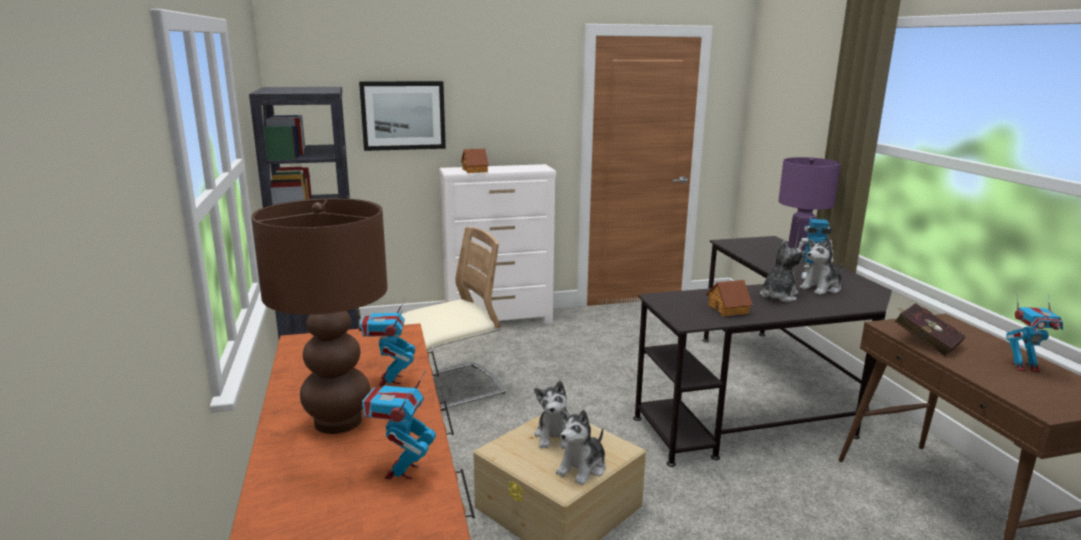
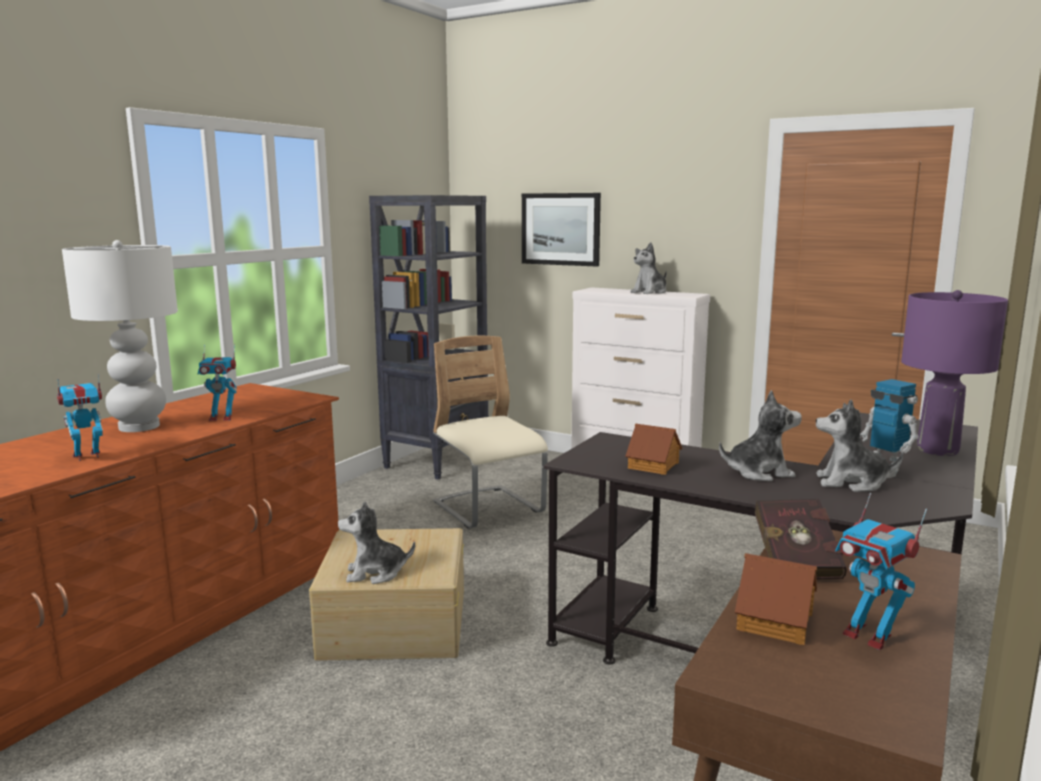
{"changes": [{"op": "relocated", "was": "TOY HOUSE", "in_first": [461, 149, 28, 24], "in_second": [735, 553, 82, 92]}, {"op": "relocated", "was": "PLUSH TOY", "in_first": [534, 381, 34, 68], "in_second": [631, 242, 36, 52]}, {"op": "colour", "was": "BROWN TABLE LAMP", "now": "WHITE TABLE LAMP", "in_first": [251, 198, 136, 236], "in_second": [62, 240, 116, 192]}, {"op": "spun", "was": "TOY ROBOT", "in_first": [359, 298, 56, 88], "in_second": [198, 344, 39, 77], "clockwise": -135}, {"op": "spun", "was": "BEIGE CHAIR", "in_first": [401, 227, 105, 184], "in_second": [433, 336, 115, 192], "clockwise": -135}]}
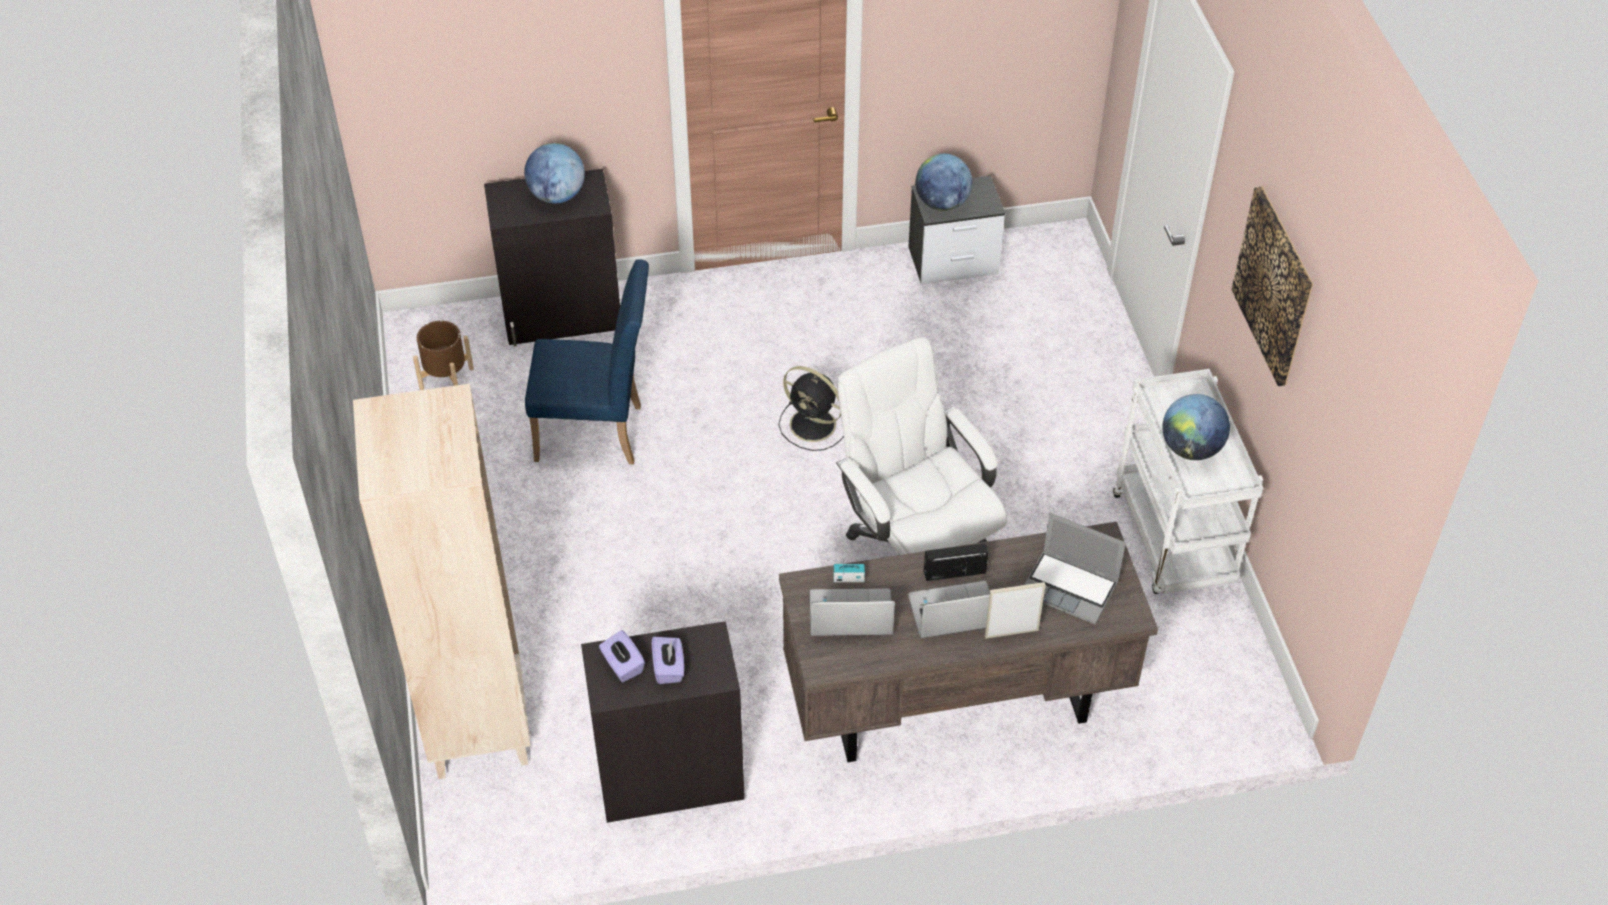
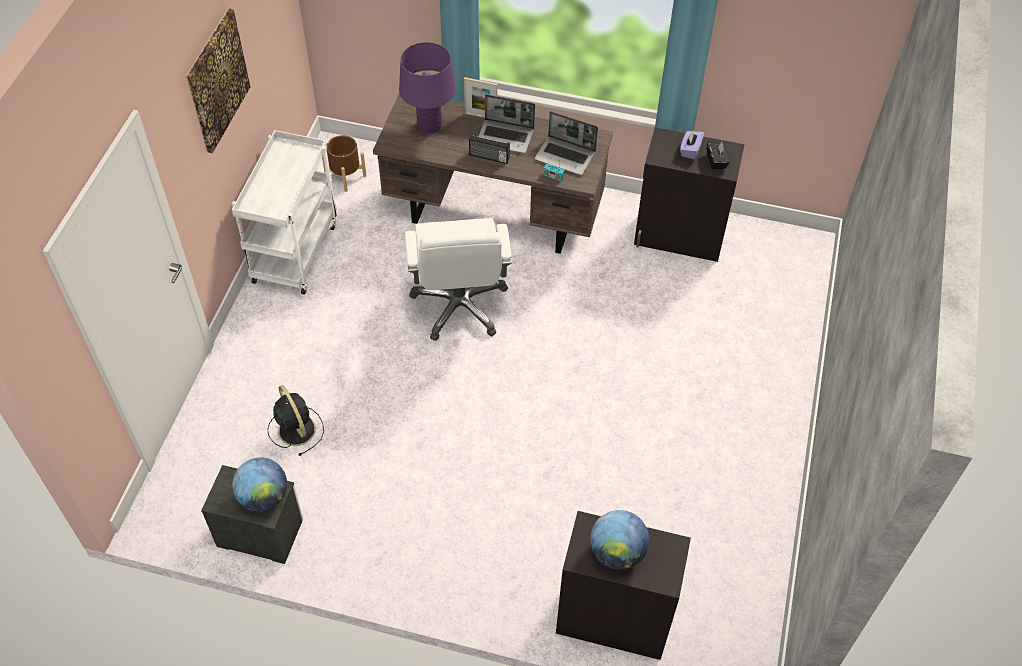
{"changes": [{"op": "missing", "was": "BEIGE BOOKCASE", "in_first": [353, 384, 178, 395]}, {"op": "missing", "was": "BLUE CHAIR", "in_first": [525, 259, 124, 205]}, {"op": "missing", "was": "GLOBE", "in_first": [1162, 394, 68, 66]}, {"op": "relocated", "was": "BROWN PLANTER", "in_first": [413, 321, 61, 69], "in_second": [322, 135, 45, 57]}, {"op": "relocated", "was": "BLACK FAN", "in_first": [778, 366, 66, 85], "in_second": [268, 385, 56, 71]}, {"op": "exchanged", "was": "LAPTOP", "now": "PURPLE TABLE LAMP", "in_first": [1024, 513, 102, 112], "in_second": [399, 42, 57, 91]}, {"op": "colour", "was": "PURPLE TISSUE BOX", "now": "BLACK TISSUE BOX", "in_first": [599, 630, 46, 52], "in_second": [707, 141, 23, 29]}]}
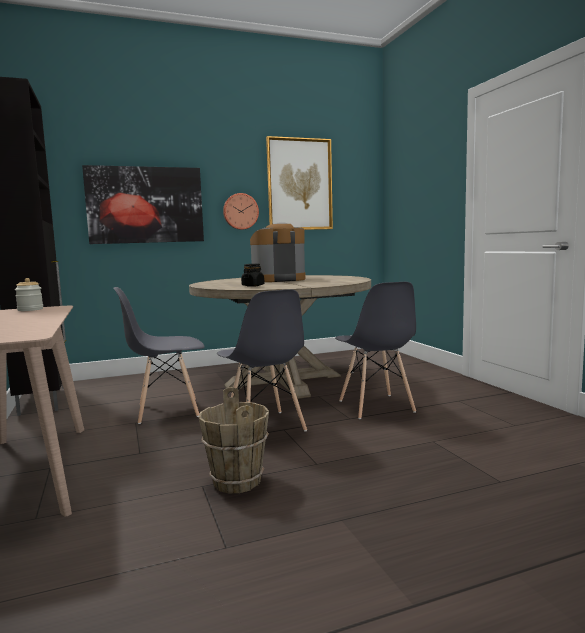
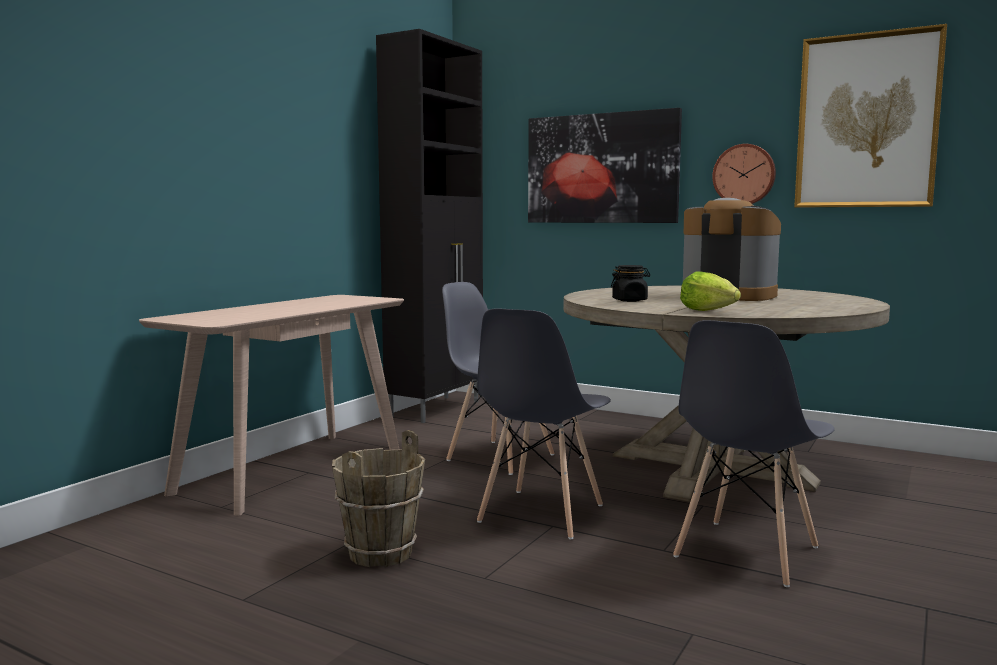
{"changes": [{"op": "missing", "was": "JAR", "in_first": [15, 278, 28, 33]}, {"op": "appeared", "now": "LETTUCE", "in_second": [680, 271, 61, 40]}]}
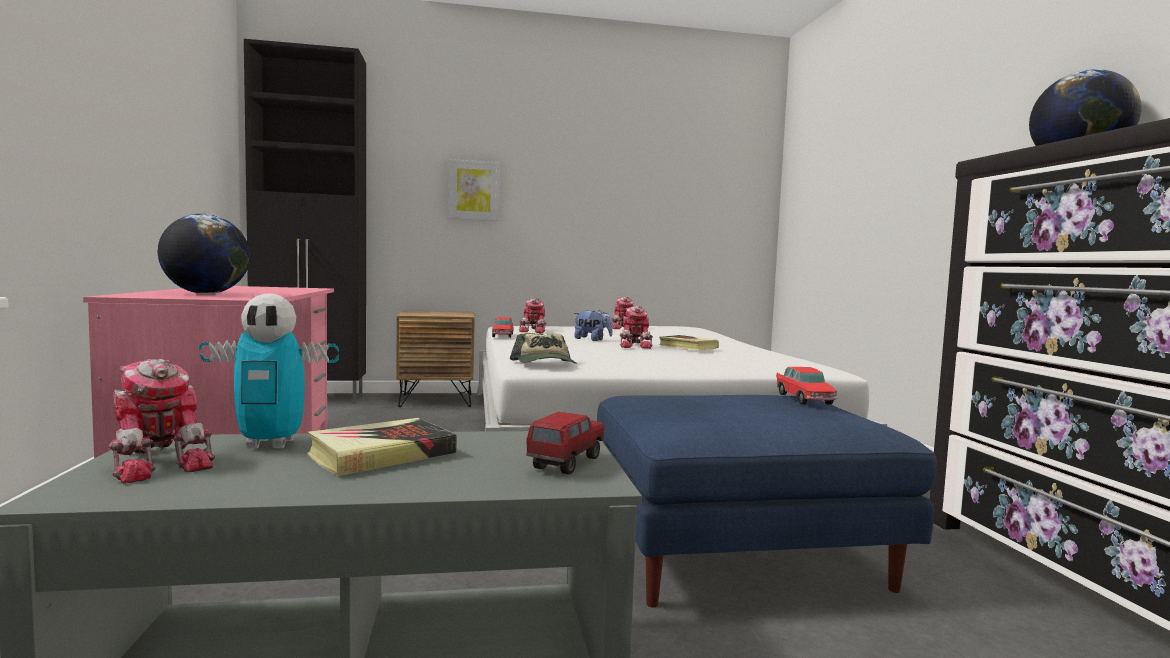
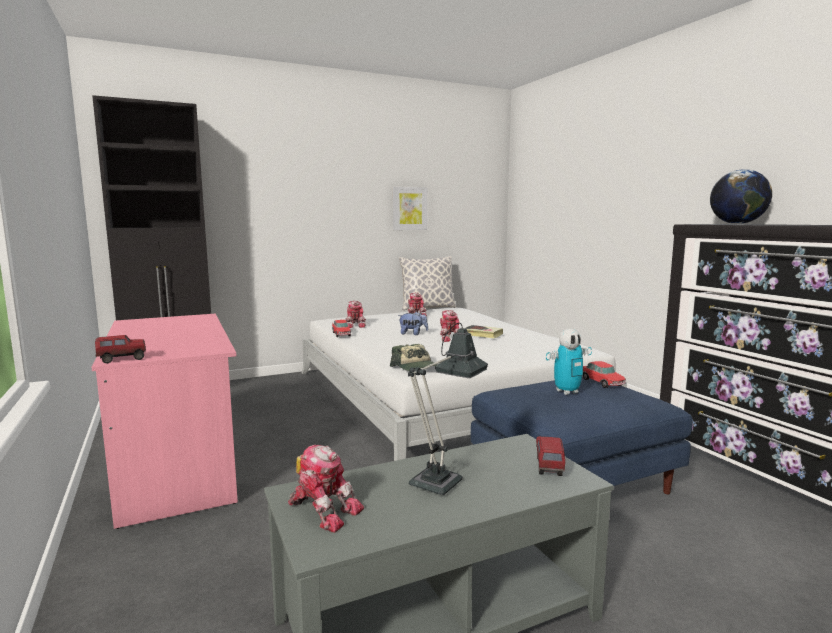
{"changes": [{"op": "missing", "was": "GLOBE", "in_first": [158, 214, 92, 80]}, {"op": "missing", "was": "BROWN NIGHTSTAND", "in_first": [396, 310, 79, 97]}, {"op": "appeared", "now": "TOY TRUCK", "in_second": [95, 335, 51, 28]}, {"op": "appeared", "now": "PILLOW", "in_second": [399, 256, 57, 54]}, {"op": "relocated", "was": "TOY ROBOT", "in_first": [199, 293, 140, 155], "in_second": [546, 329, 46, 66]}, {"op": "relocated", "was": "PICTURE", "in_first": [448, 159, 52, 62], "in_second": [393, 187, 34, 43]}, {"op": "exchanged", "was": "BOOK", "now": "TABLE LAMP", "in_first": [307, 418, 150, 58], "in_second": [408, 323, 80, 172]}]}
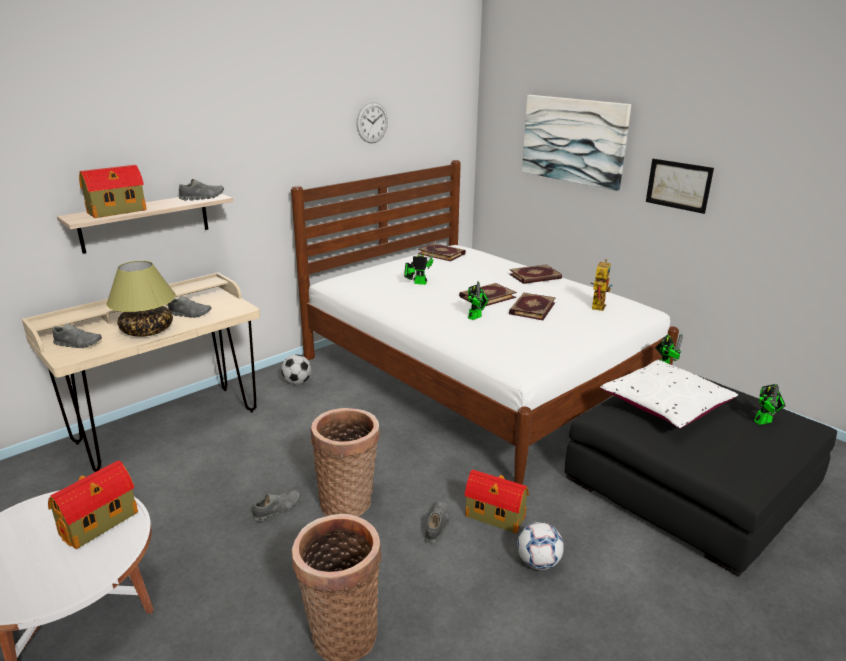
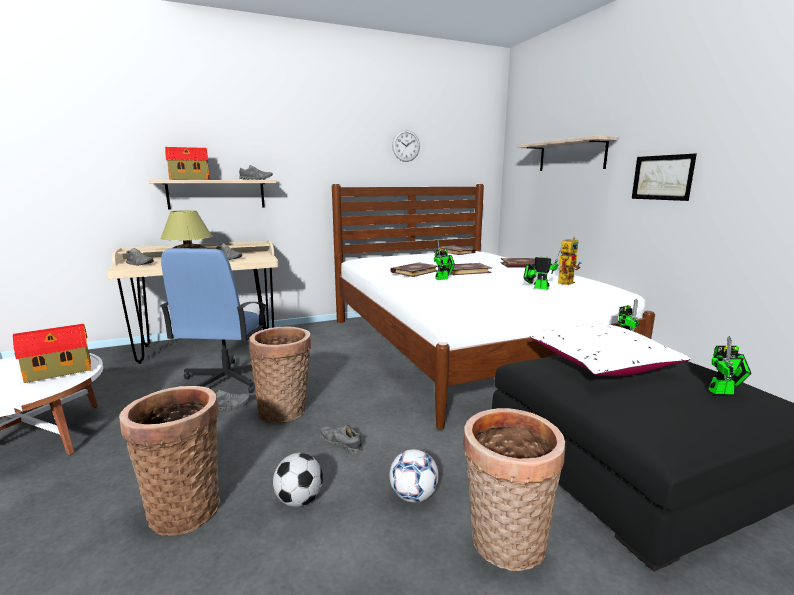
{"changes": [{"op": "missing", "was": "TOY HOUSE", "in_first": [465, 469, 64, 64]}, {"op": "appeared", "now": "BLUE OFFICE CHAIR", "in_second": [160, 248, 107, 145]}, {"op": "appeared", "now": "BASKET", "in_second": [463, 408, 102, 163]}, {"op": "relocated", "was": "FOOTBALL", "in_first": [281, 354, 30, 31], "in_second": [273, 453, 50, 54]}, {"op": "relocated", "was": "TOY ROBOT", "in_first": [404, 241, 32, 44], "in_second": [523, 243, 40, 47]}, {"op": "relocated", "was": "BOOK", "in_first": [509, 293, 47, 27], "in_second": [390, 262, 48, 15]}, {"op": "exchanged", "was": "PICTURE", "now": "SHELF", "in_first": [522, 95, 109, 96], "in_second": [517, 136, 102, 35]}, {"op": "spun", "was": "GREY SHOE", "in_first": [424, 501, 26, 42], "in_second": [320, 425, 43, 29], "clockwise": -90}]}
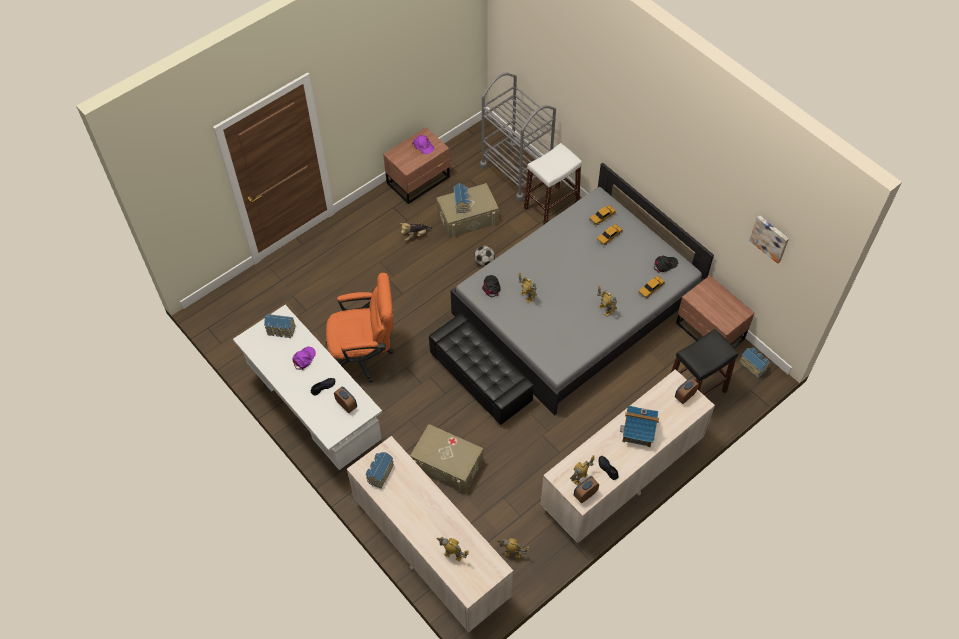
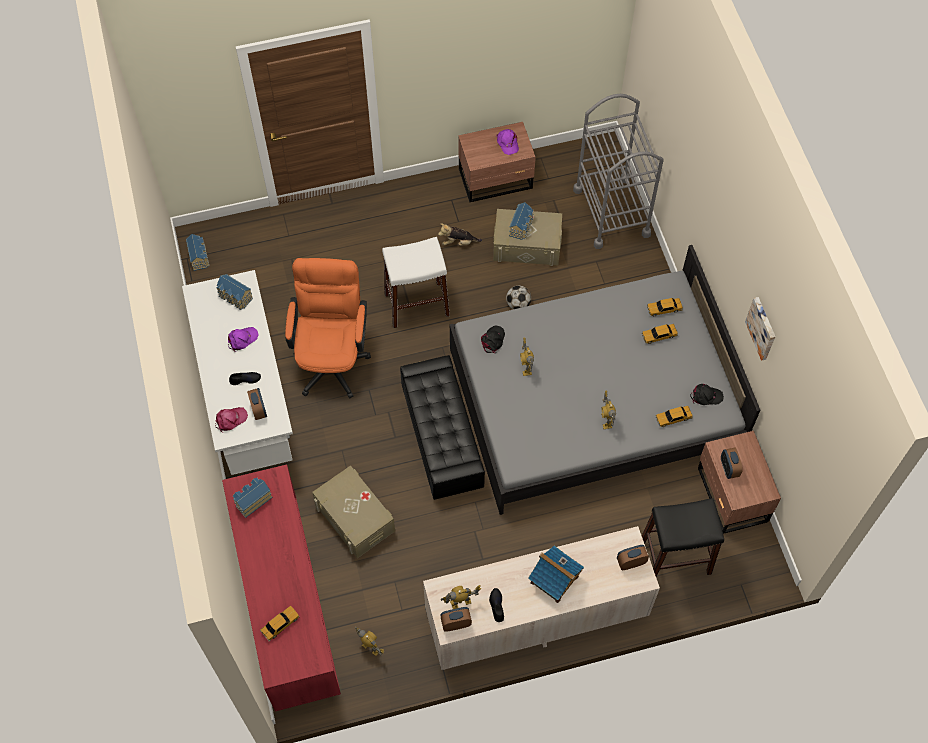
{"changes": [{"op": "appeared", "now": "PINK CAP", "in_second": [215, 407, 33, 26]}, {"op": "appeared", "now": "ALARM CLOCK", "in_second": [721, 448, 22, 31]}, {"op": "relocated", "was": "WHITE STOOL", "in_first": [524, 143, 58, 82], "in_second": [382, 237, 68, 91]}, {"op": "relocated", "was": "TOY HOUSE", "in_first": [739, 348, 31, 30], "in_second": [186, 234, 23, 37]}, {"op": "relocated", "was": "PICTURE", "in_first": [749, 215, 40, 49], "in_second": [745, 297, 30, 64]}, {"op": "exchanged", "was": "TOY ROBOT", "now": "TOY CAR", "in_first": [437, 537, 32, 24], "in_second": [260, 606, 39, 36]}, {"op": "colour", "was": "BEIGE DRESSER", "now": "RED DRESSER", "in_first": [347, 436, 166, 197], "in_second": [222, 465, 119, 247]}, {"op": "spun", "was": "ORANGE OFFICE CHAIR", "in_first": [326, 273, 67, 110], "in_second": [285, 258, 86, 141], "clockwise": -105}]}
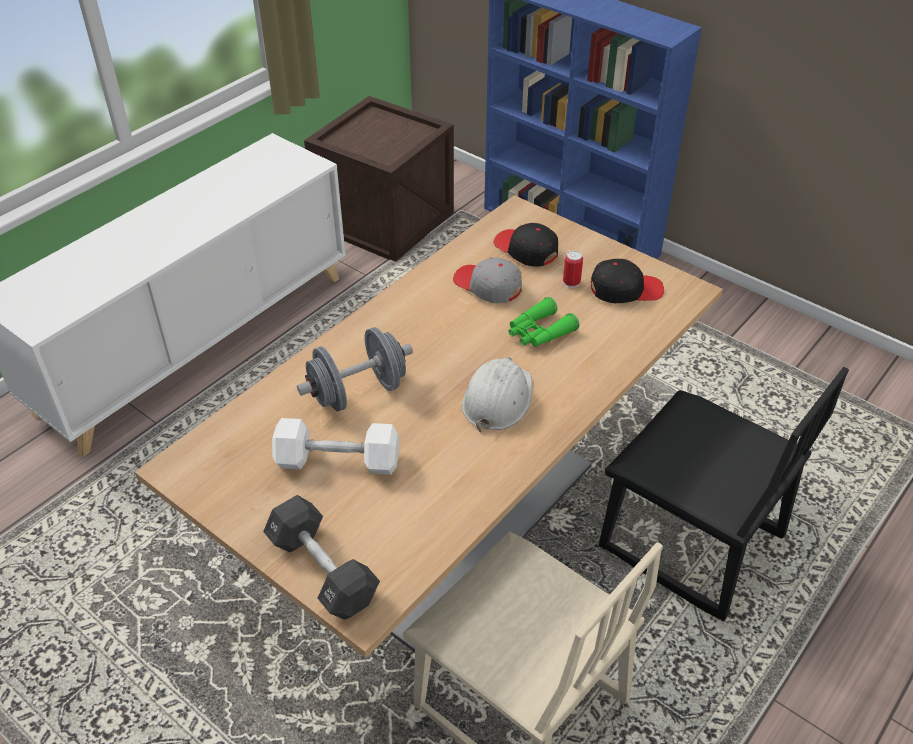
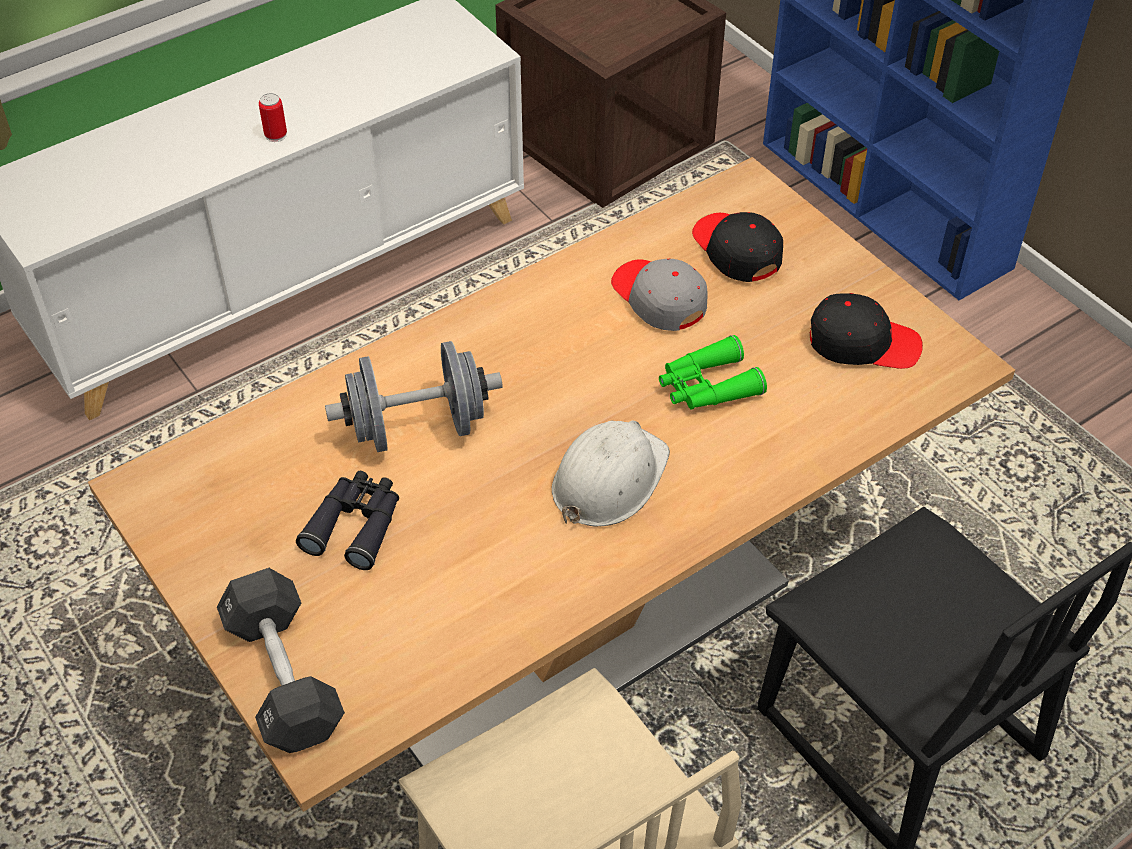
{"changes": [{"op": "relocated", "was": "CAN", "in_first": [563, 251, 20, 37], "in_second": [259, 93, 28, 49]}, {"op": "exchanged", "was": "WHITE DUMBBELL", "now": "BLACK BINOCULARS", "in_first": [272, 418, 127, 57], "in_second": [296, 471, 103, 99]}]}
